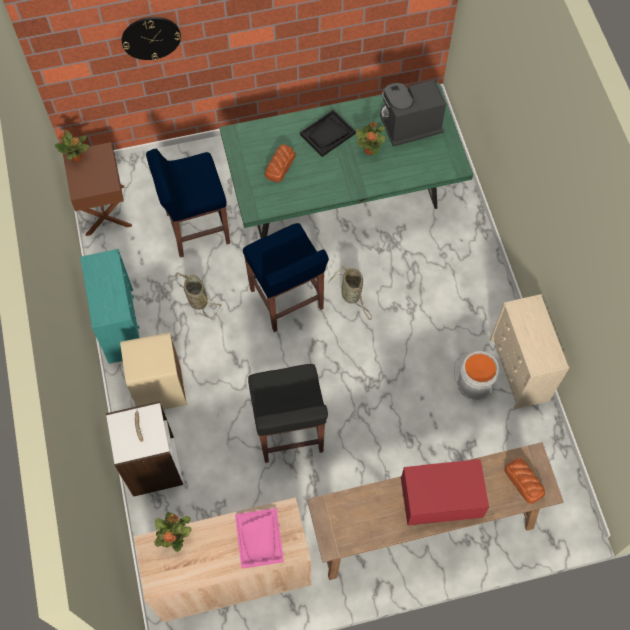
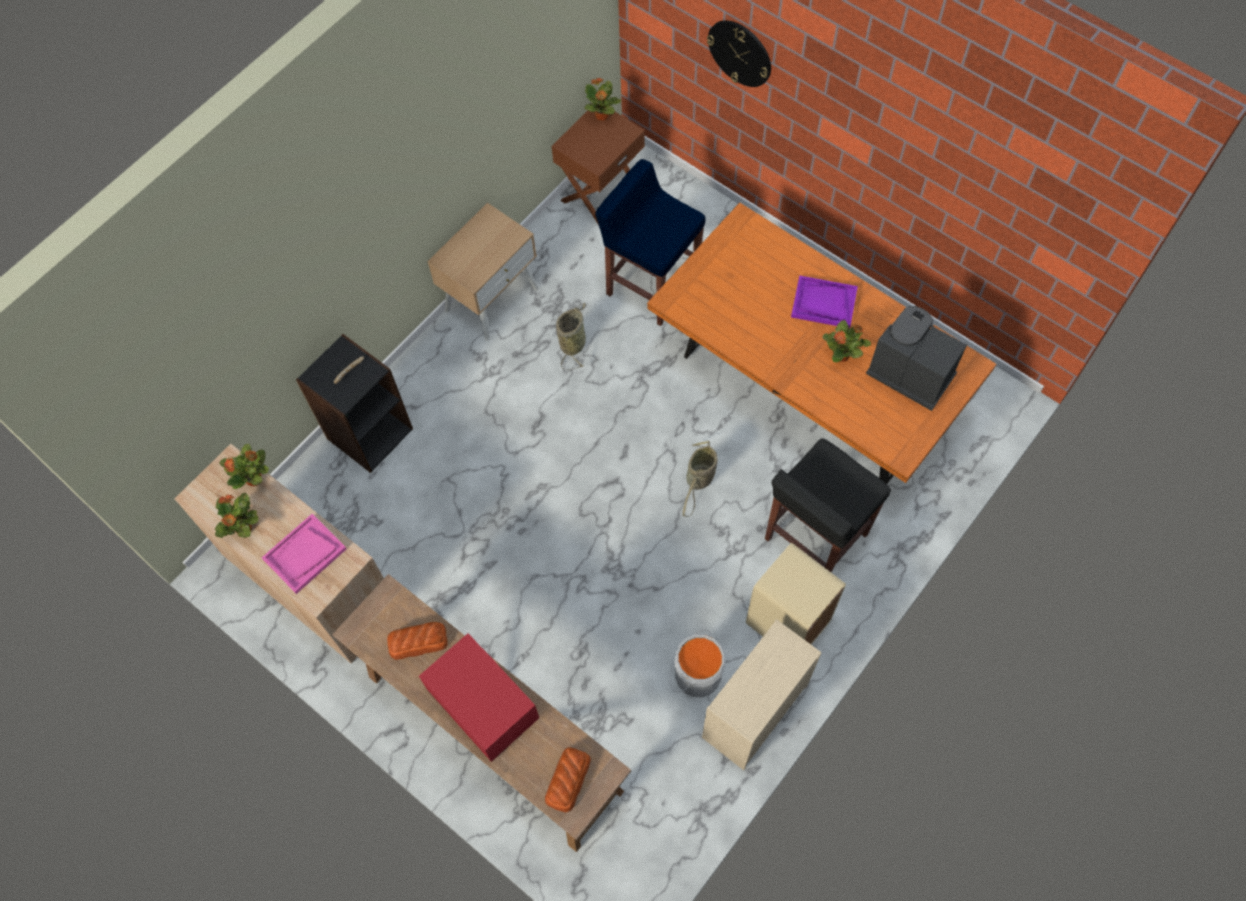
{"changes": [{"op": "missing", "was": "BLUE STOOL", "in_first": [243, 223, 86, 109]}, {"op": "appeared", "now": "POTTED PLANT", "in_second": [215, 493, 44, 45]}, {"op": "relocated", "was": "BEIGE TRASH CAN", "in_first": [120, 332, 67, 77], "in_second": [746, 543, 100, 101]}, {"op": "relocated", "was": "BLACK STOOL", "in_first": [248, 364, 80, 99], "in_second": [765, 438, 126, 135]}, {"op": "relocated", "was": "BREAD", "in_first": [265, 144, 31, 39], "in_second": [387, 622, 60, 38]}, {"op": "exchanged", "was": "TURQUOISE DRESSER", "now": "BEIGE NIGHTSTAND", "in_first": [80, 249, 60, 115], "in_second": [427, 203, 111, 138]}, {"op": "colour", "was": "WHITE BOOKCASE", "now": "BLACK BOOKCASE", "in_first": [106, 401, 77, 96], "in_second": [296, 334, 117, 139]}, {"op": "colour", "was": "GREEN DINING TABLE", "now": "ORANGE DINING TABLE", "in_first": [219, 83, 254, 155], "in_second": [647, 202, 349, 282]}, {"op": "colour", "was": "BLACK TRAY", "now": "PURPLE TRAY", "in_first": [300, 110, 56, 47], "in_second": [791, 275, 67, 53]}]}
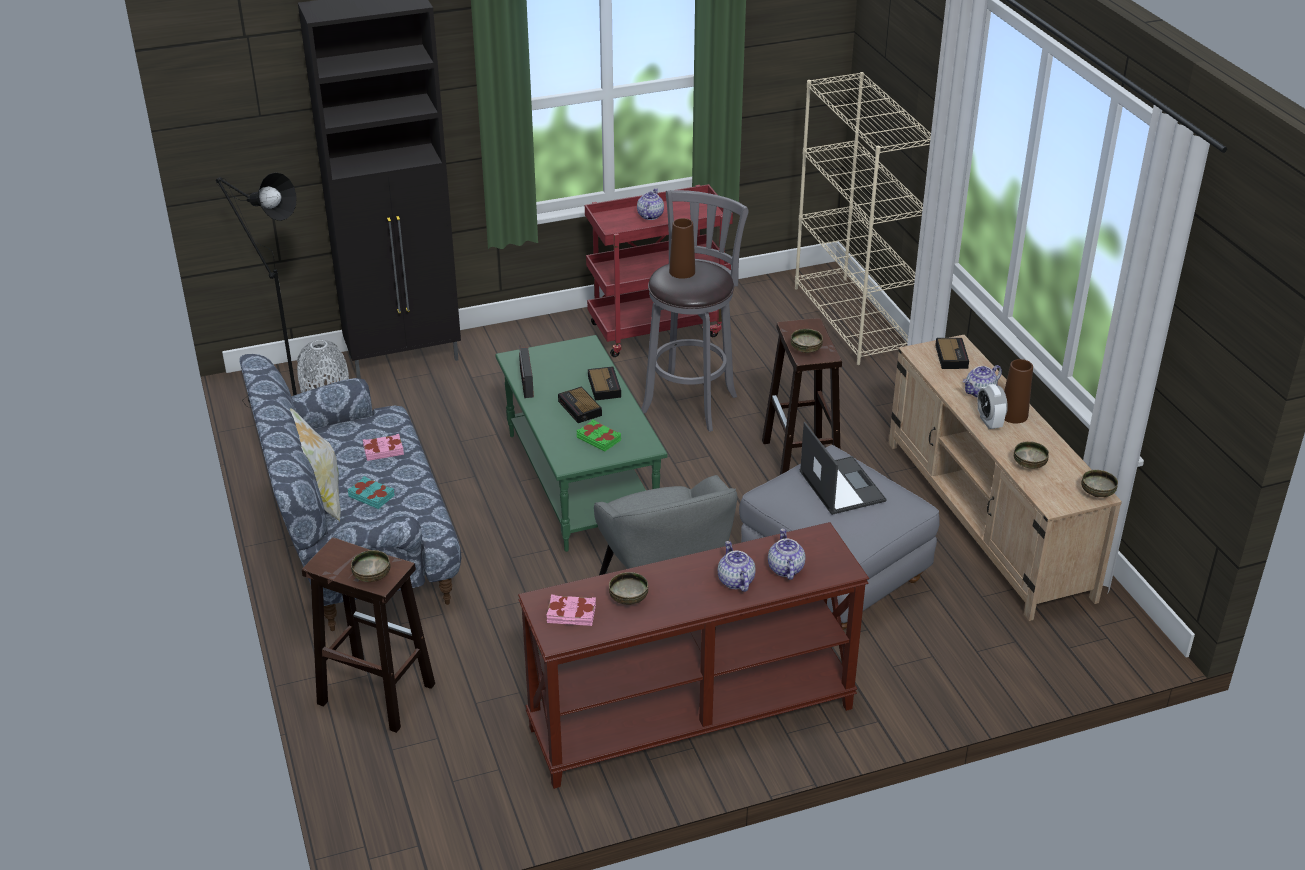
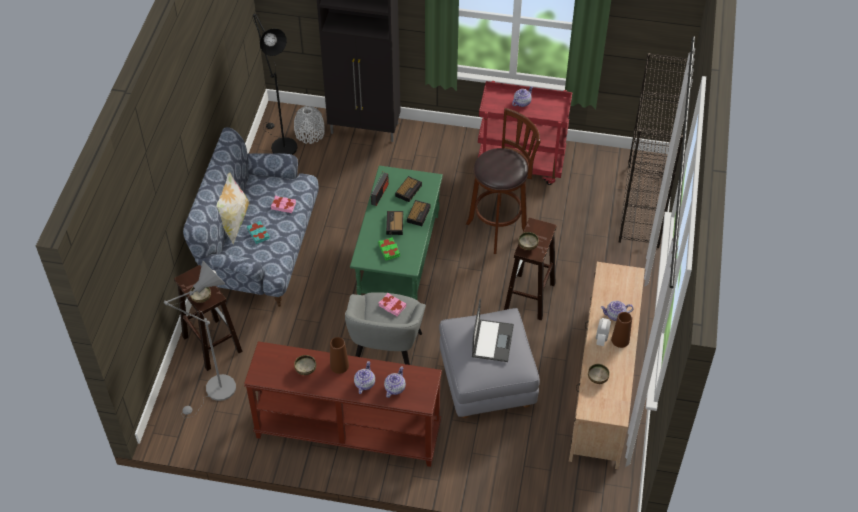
{"changes": [{"op": "missing", "was": "BOWL", "in_first": [1081, 470, 37, 27]}, {"op": "appeared", "now": "GREY FLOOR LAMP", "in_second": [164, 261, 72, 157]}, {"op": "relocated", "was": "PINK BOOK", "in_first": [547, 595, 49, 31], "in_second": [379, 293, 27, 23]}, {"op": "relocated", "was": "BROWN VASE", "in_first": [669, 218, 26, 61], "in_second": [330, 337, 19, 37]}, {"op": "relocated", "was": "ALARM CLOCK", "in_first": [935, 338, 34, 31], "in_second": [395, 176, 27, 26]}, {"op": "colour", "was": "GREY STOOL", "now": "BROWN STOOL", "in_first": [641, 190, 108, 242], "in_second": [466, 108, 75, 146]}, {"op": "colour", "was": "BEIGE BOOKCASE", "now": "BLACK BOOKCASE", "in_first": [795, 72, 136, 293], "in_second": [619, 53, 69, 195]}]}
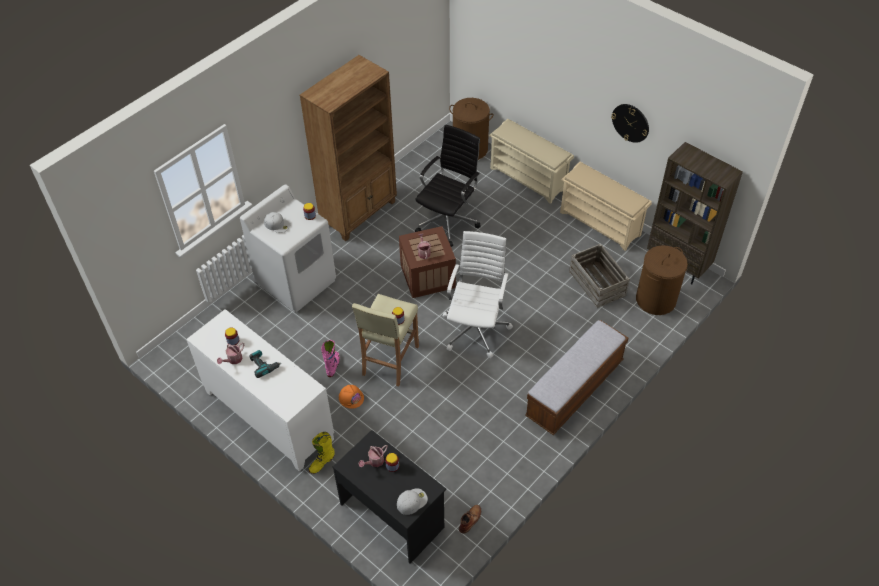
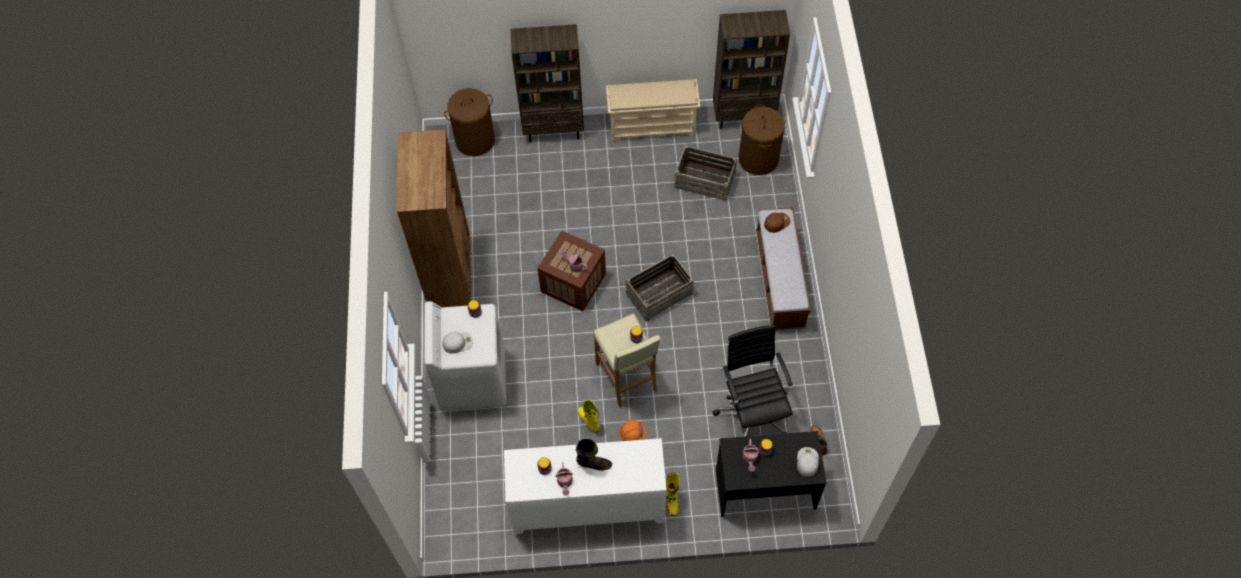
{"changes": [{"op": "missing", "was": "WALL CLOCK", "in_first": [611, 104, 38, 39]}, {"op": "appeared", "now": "BROWN CAP", "in_second": [764, 213, 26, 20]}, {"op": "relocated", "was": "BLACK OFFICE CHAIR", "in_first": [415, 124, 66, 123], "in_second": [712, 325, 81, 111]}, {"op": "exchanged", "was": "POWER DRILL", "now": "BLACK BOOT", "in_first": [249, 350, 32, 28], "in_second": [576, 439, 36, 32]}, {"op": "exchanged", "was": "WHITE OFFICE CHAIR", "now": "CRATE", "in_first": [443, 231, 70, 127], "in_second": [626, 254, 68, 68]}, {"op": "exchanged", "was": "BEIGE SHOE RACK", "now": "BROWN BOOKCASE", "in_first": [489, 119, 85, 85], "in_second": [510, 24, 74, 118]}, {"op": "colour", "was": "PINK BOOT", "now": "YELLOW BOOT", "in_first": [321, 340, 19, 37], "in_second": [577, 400, 23, 33]}]}
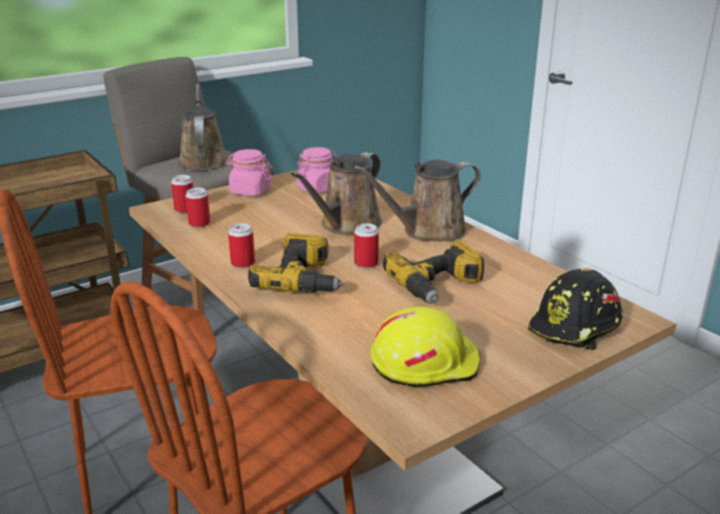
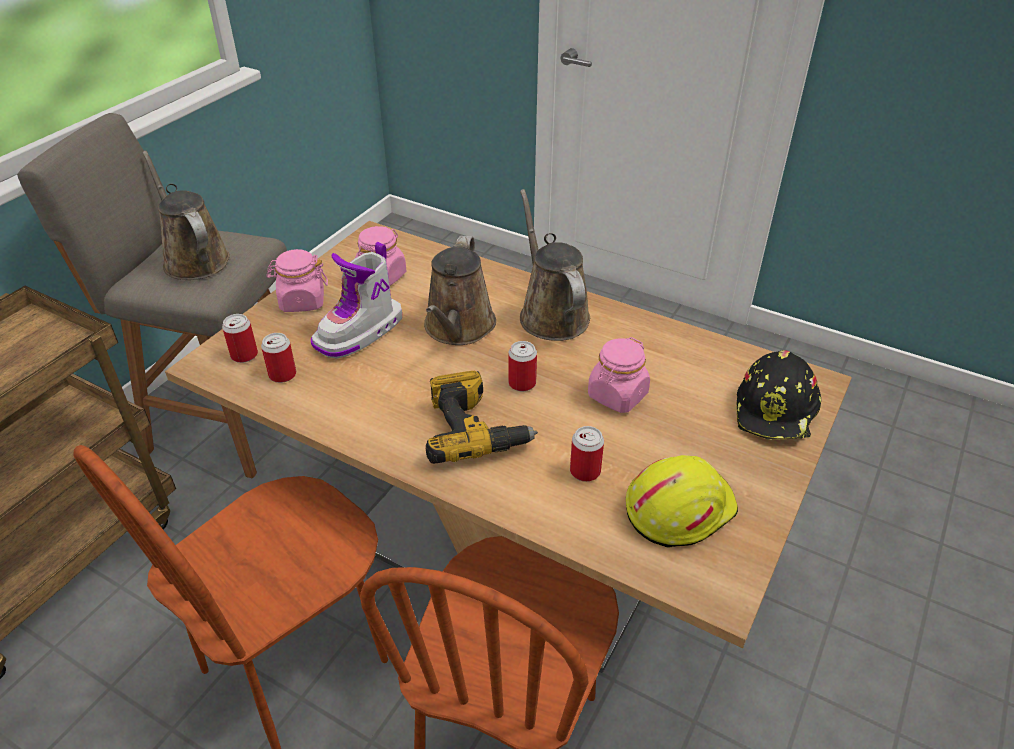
{"changes": [{"op": "appeared", "now": "BOOT", "in_second": [311, 242, 91, 117]}, {"op": "relocated", "was": "CAN", "in_first": [228, 223, 27, 45], "in_second": [570, 426, 34, 56]}, {"op": "exchanged", "was": "POWER DRILL", "now": "PINK JAR", "in_first": [383, 240, 101, 64], "in_second": [588, 337, 62, 76]}, {"op": "spun", "was": "BROWN WATERING CAN", "in_first": [353, 160, 128, 81], "in_second": [520, 189, 70, 152], "clockwise": 120}]}
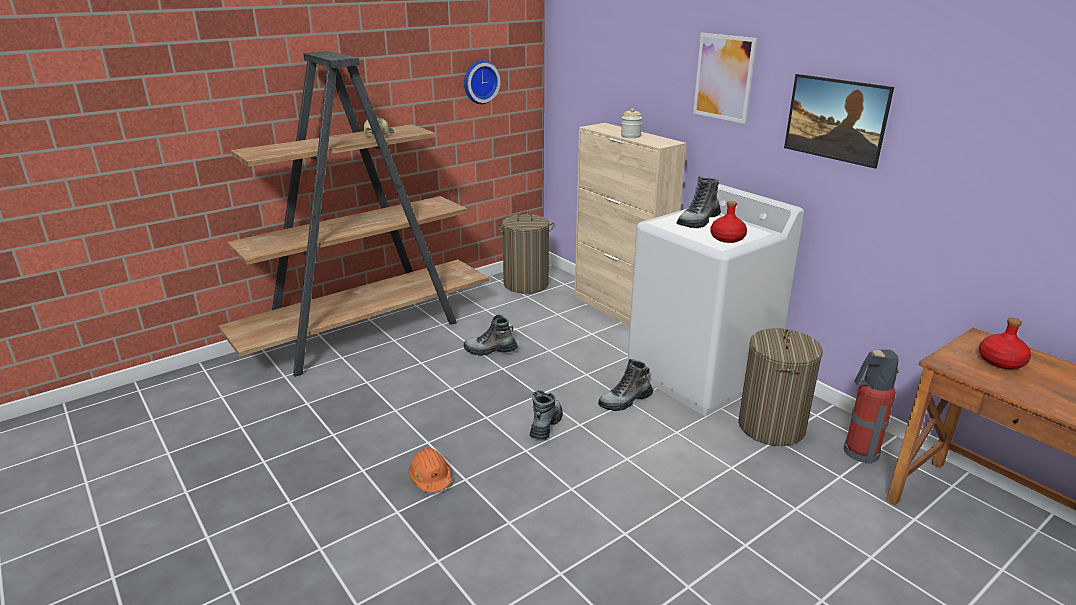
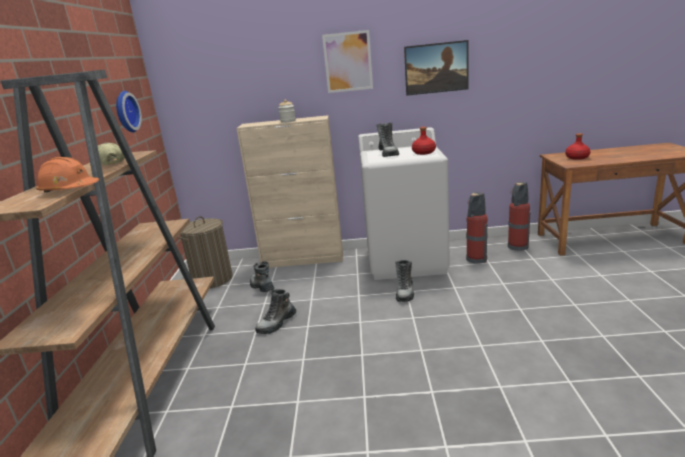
{"changes": [{"op": "relocated", "was": "ORANGE HARD HAT", "in_first": [409, 448, 42, 44], "in_second": [36, 157, 63, 36]}, {"op": "relocated", "was": "BOOT", "in_first": [529, 390, 34, 49], "in_second": [250, 261, 24, 31]}, {"op": "exchanged", "was": "LAUNDRY BASKET", "now": "FIRE EXTINGUISHER", "in_first": [738, 328, 85, 118], "in_second": [466, 192, 22, 72]}]}
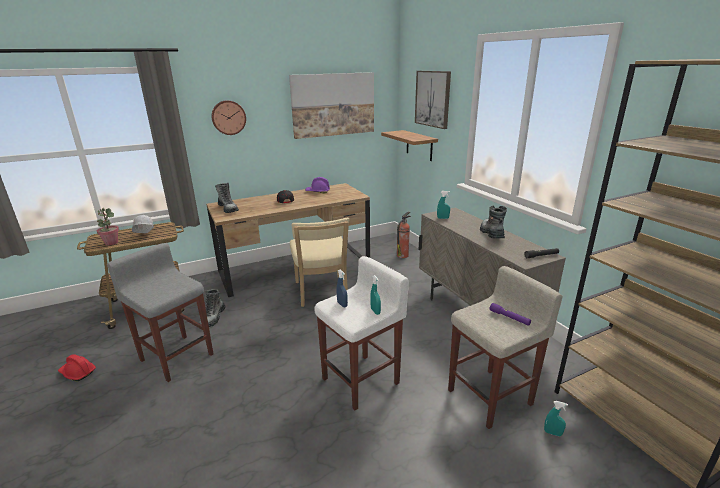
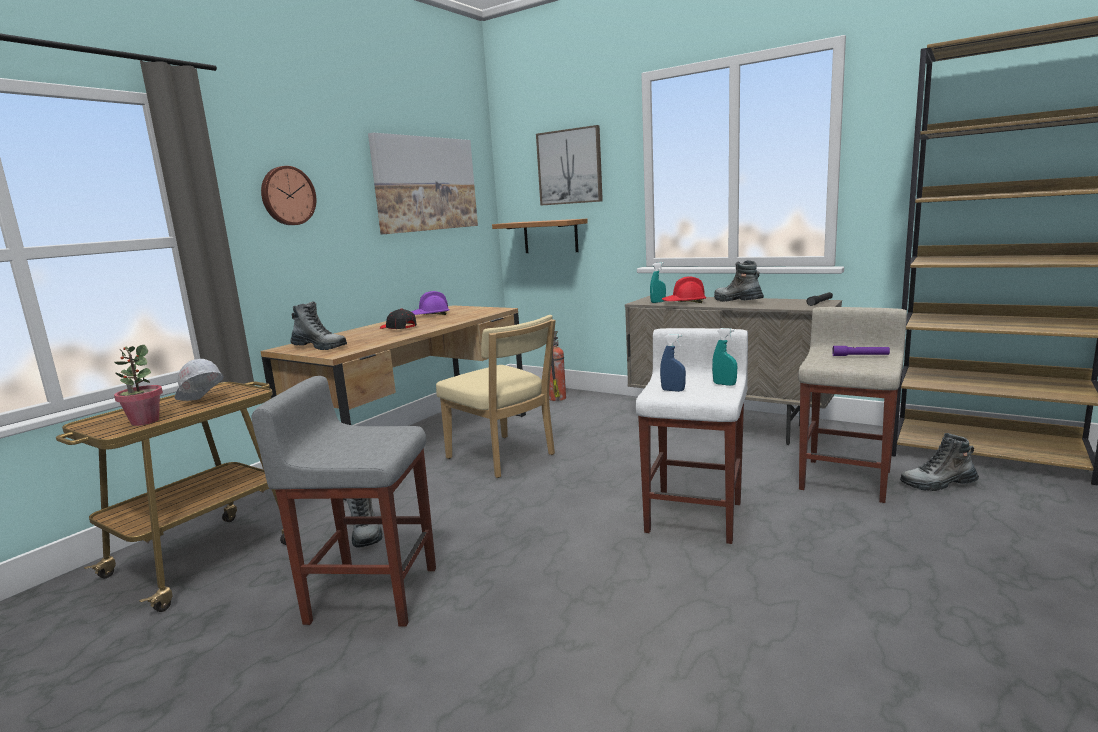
{"changes": [{"op": "relocated", "was": "RED HARD HAT", "in_first": [58, 354, 38, 27], "in_second": [662, 277, 44, 26]}, {"op": "exchanged", "was": "TURQUOISE SPRAY BOTTLE", "now": "BOOT", "in_first": [544, 401, 24, 35], "in_second": [900, 433, 79, 58]}]}
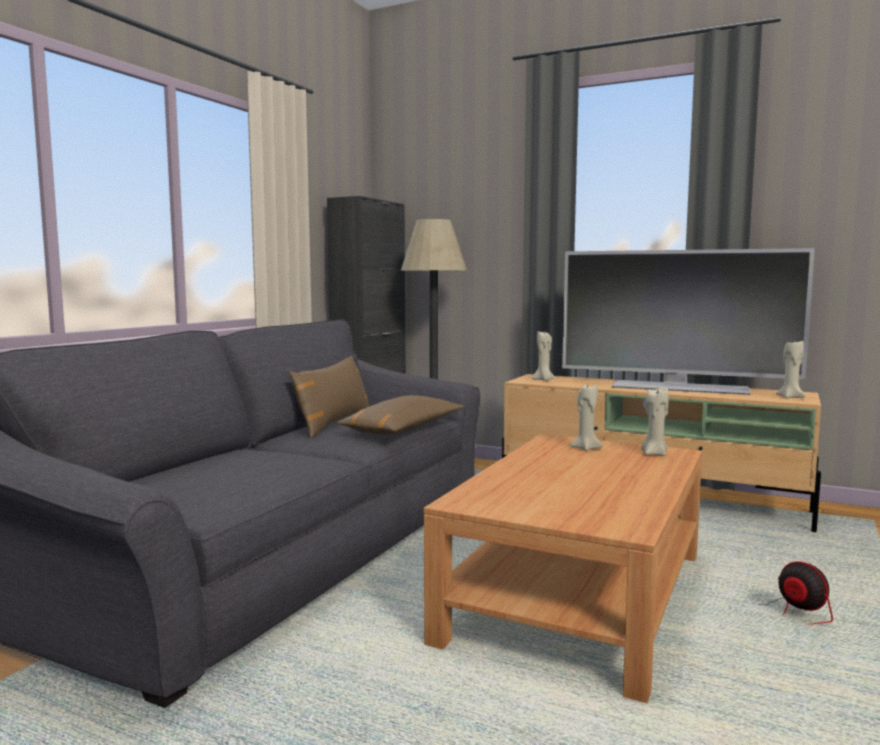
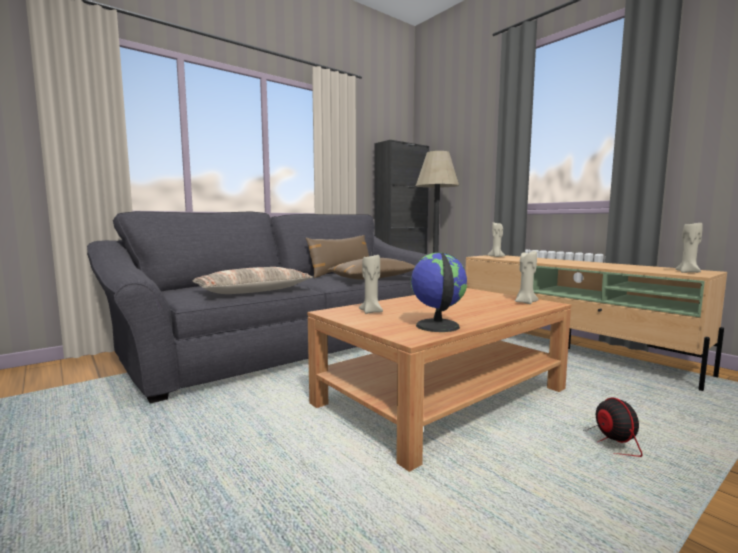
{"changes": [{"op": "missing", "was": "TELEVISION", "in_first": [562, 248, 253, 147]}, {"op": "appeared", "now": "PILLOW", "in_second": [192, 267, 121, 27]}, {"op": "appeared", "now": "GLOBE", "in_second": [411, 252, 56, 80]}, {"op": "relocated", "was": "BEIGE CANDLE", "in_first": [570, 384, 33, 67], "in_second": [359, 255, 24, 59]}]}
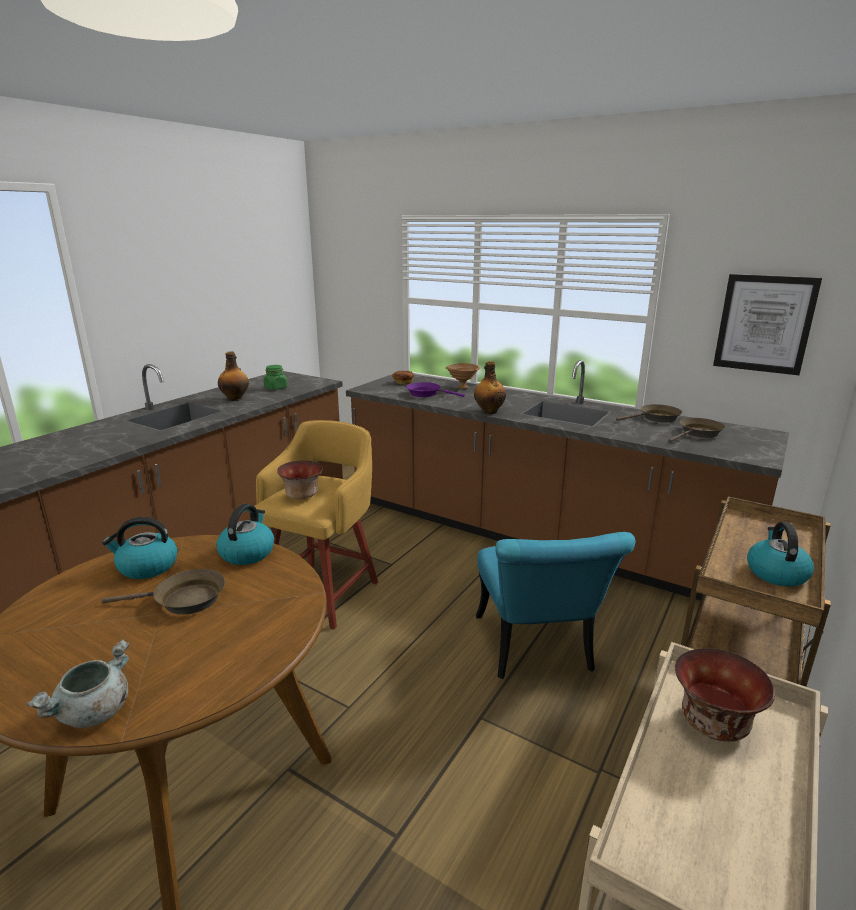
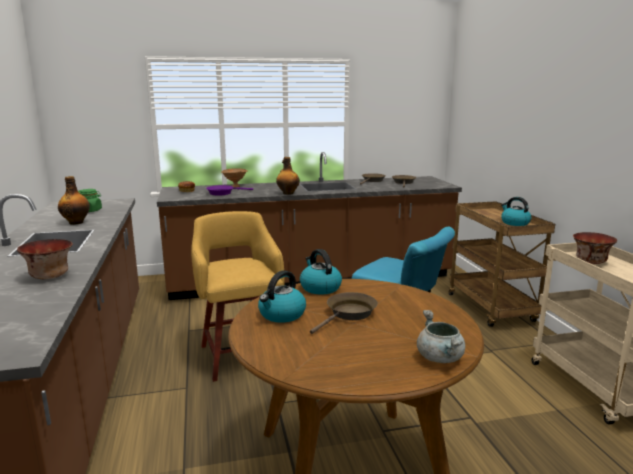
{"changes": [{"op": "missing", "was": "PICTURE", "in_first": [713, 274, 109, 101]}, {"op": "relocated", "was": "BOWL", "in_first": [277, 460, 46, 39], "in_second": [17, 239, 55, 40]}]}
